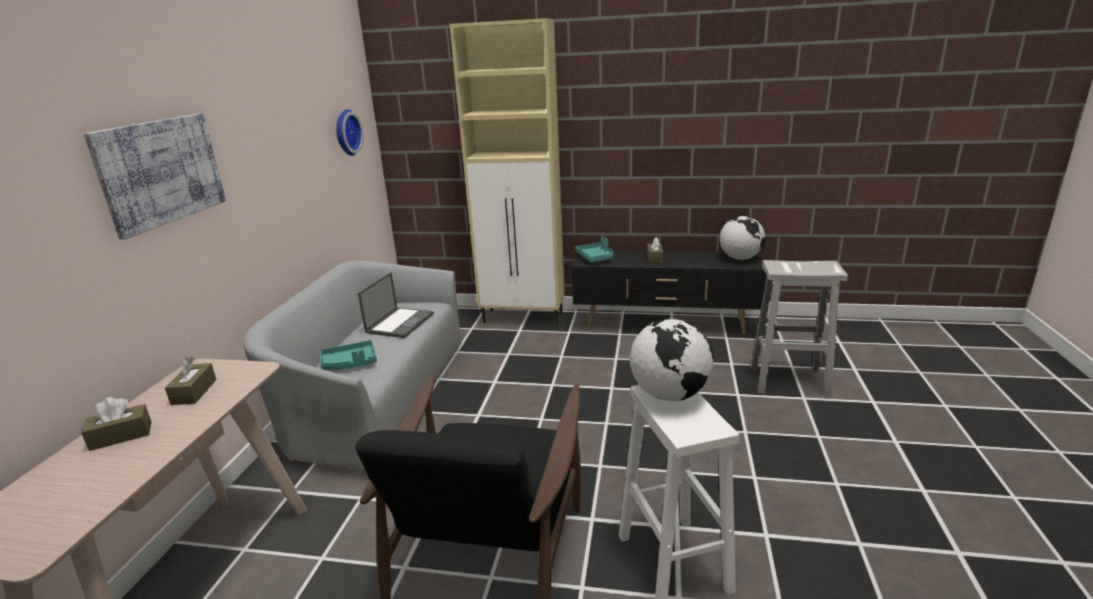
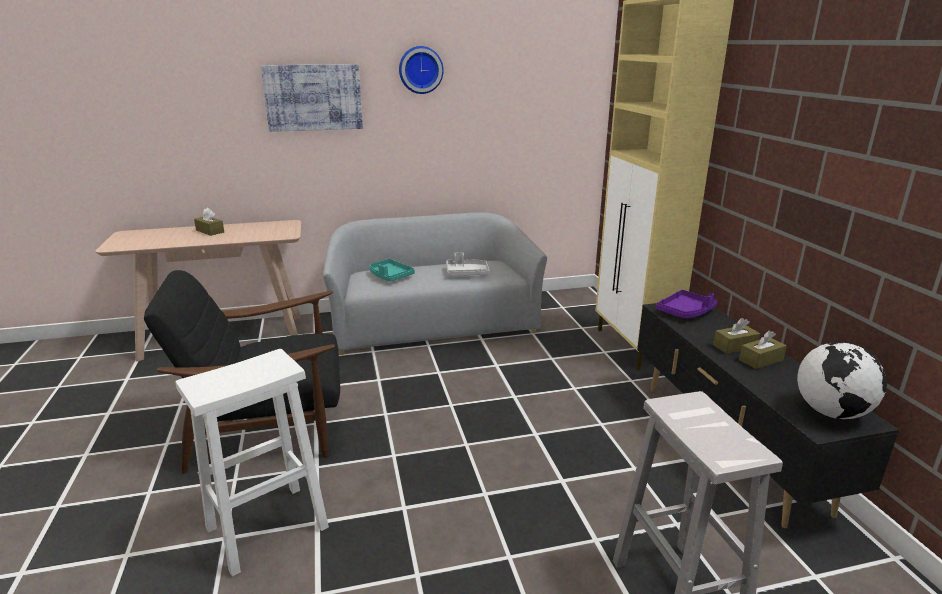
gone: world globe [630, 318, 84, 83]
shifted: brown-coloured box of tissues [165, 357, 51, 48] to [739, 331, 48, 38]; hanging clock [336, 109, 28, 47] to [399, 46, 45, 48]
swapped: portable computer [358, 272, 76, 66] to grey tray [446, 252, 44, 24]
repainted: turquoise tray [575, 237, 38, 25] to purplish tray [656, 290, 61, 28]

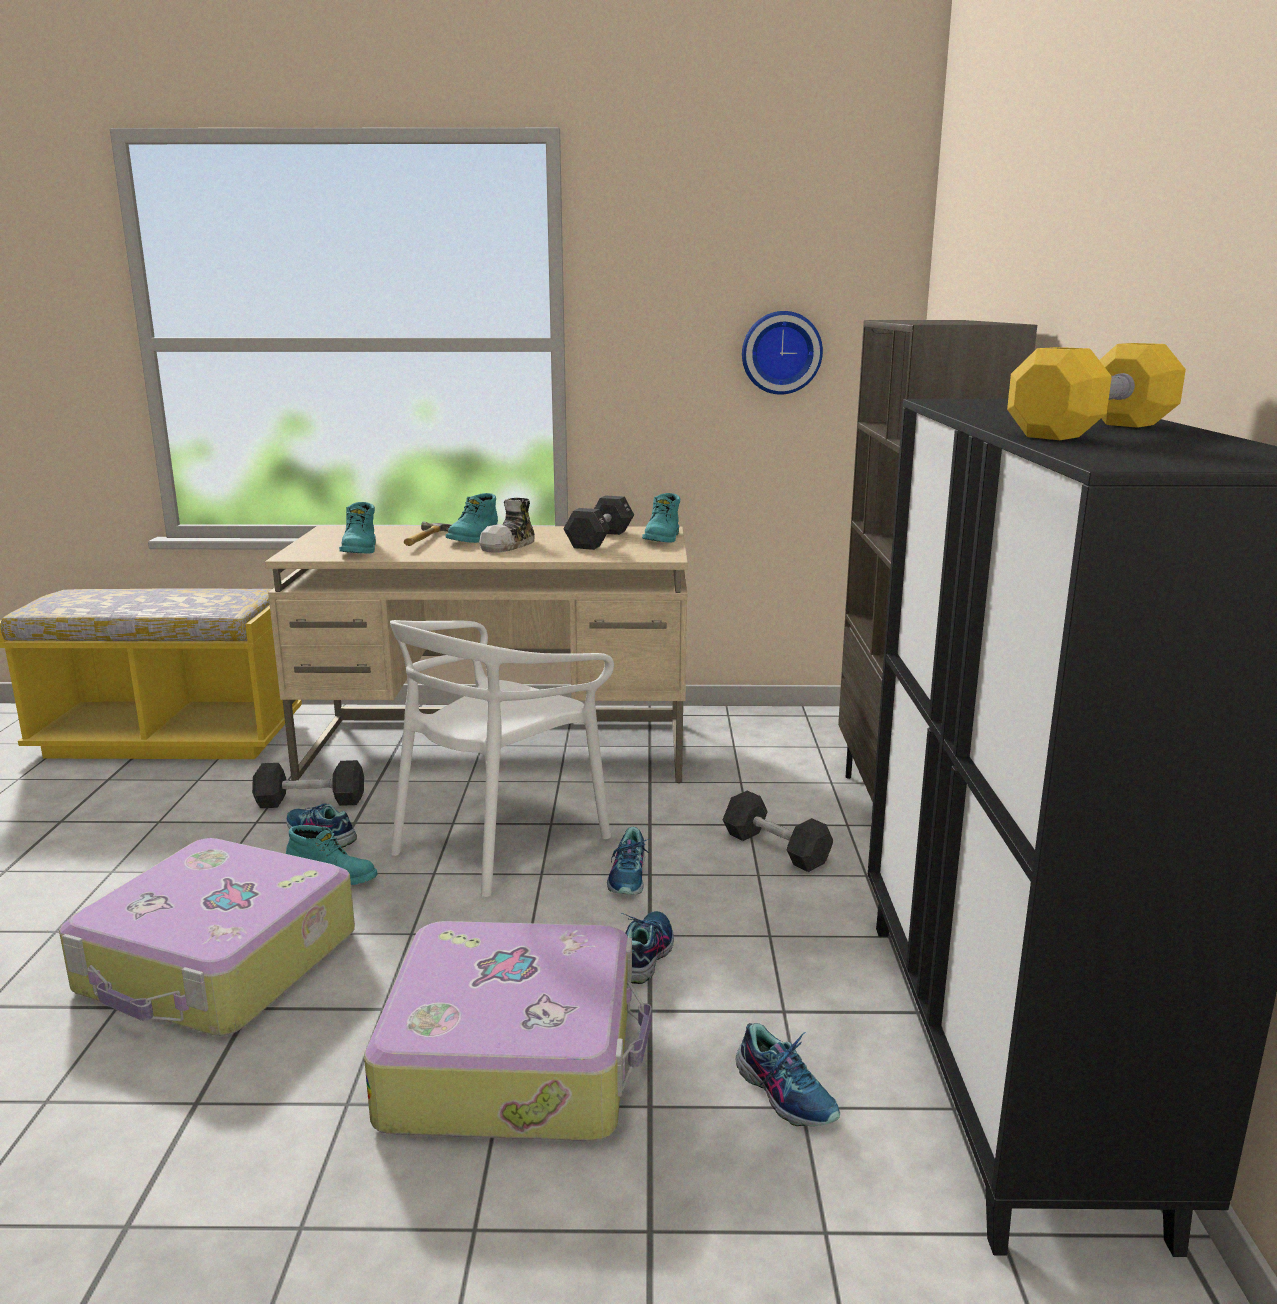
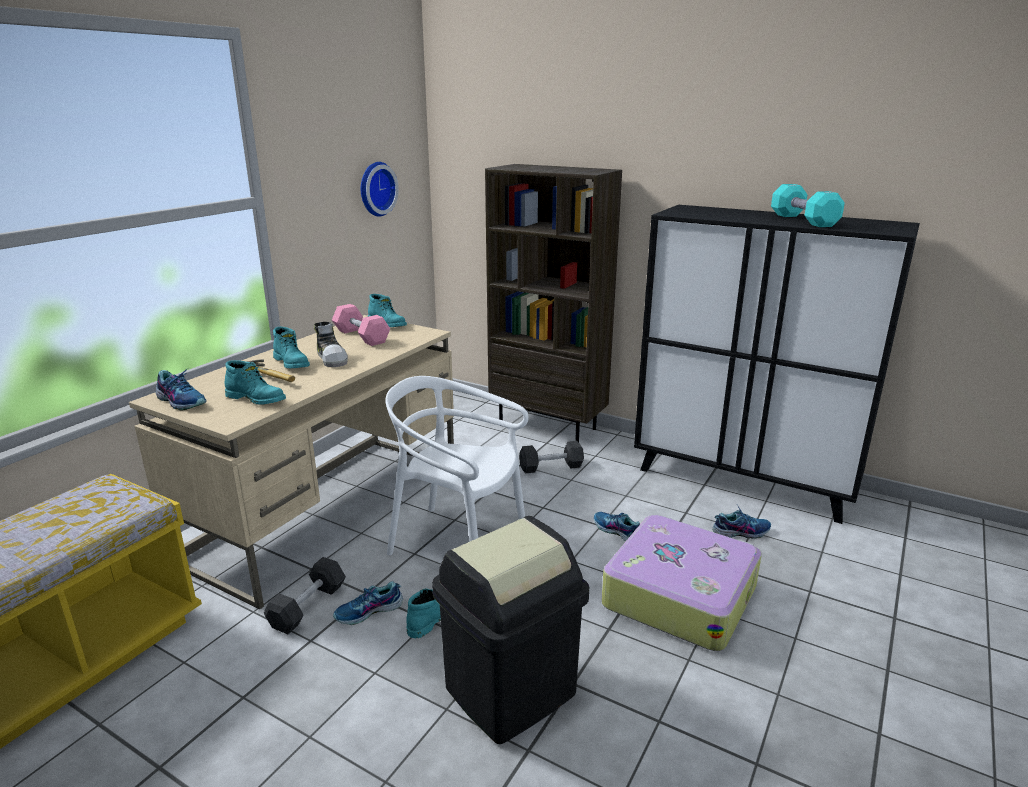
shifted: shoe [607, 827, 44, 68] to [156, 368, 51, 43]
swapped: suitcase [59, 838, 296, 198] to black rubbish bin [432, 516, 157, 228]
repainted: black dumbbell [564, 495, 70, 55] to pink-coloured dumbbell [332, 304, 58, 42]; yellow dumbbell [1007, 343, 179, 97] to turquoise dumbbell [771, 184, 74, 43]
rotated: white plain chair [390, 620, 224, 277] = [385, 376, 144, 179] 135 degrees clockwise

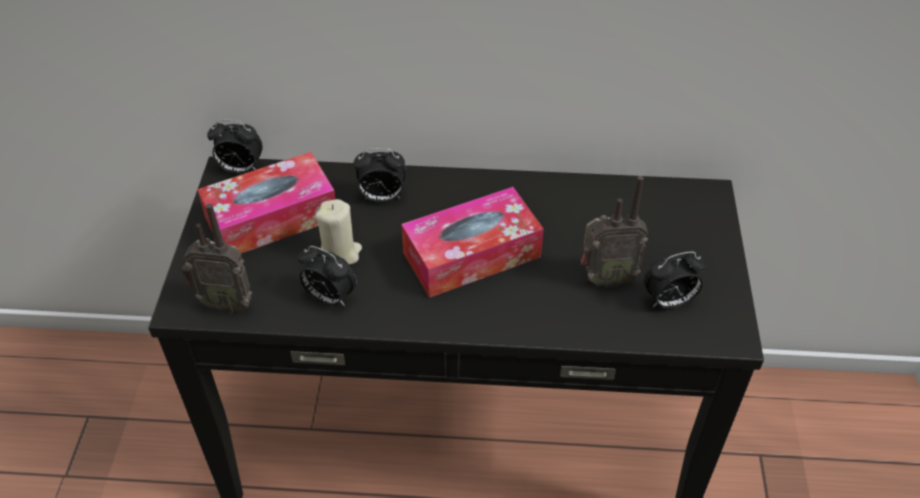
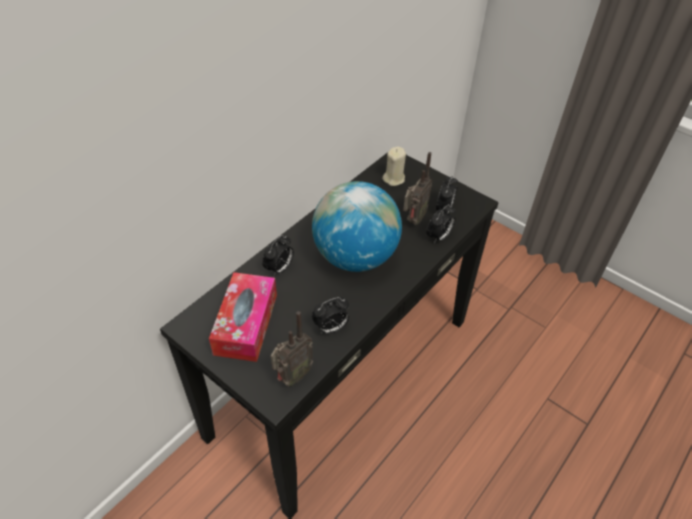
shifted: table clock [207, 120, 56, 53] to [426, 204, 30, 40]; beige-coloured candle [315, 199, 47, 66] to [382, 146, 24, 40]
swapped: box of tissues [401, 187, 143, 111] to world globe [312, 181, 90, 91]

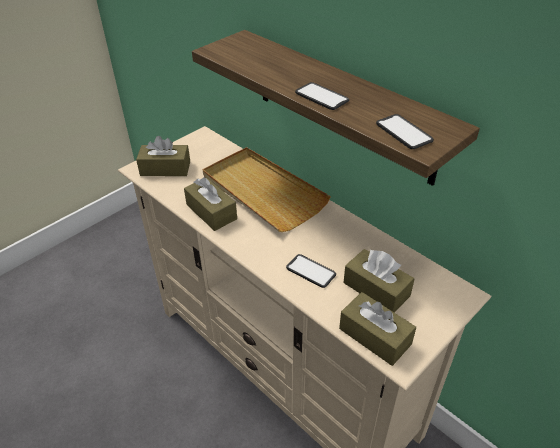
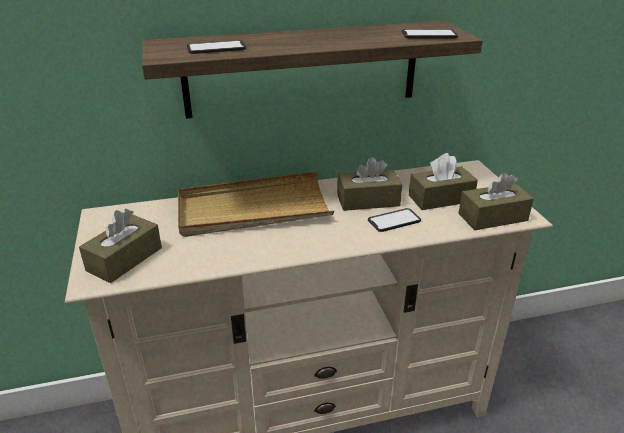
shifted: brown-coloured box of tissues [184, 177, 53, 54] to [337, 157, 65, 54]; telephone [295, 82, 54, 28] to [187, 40, 59, 14]

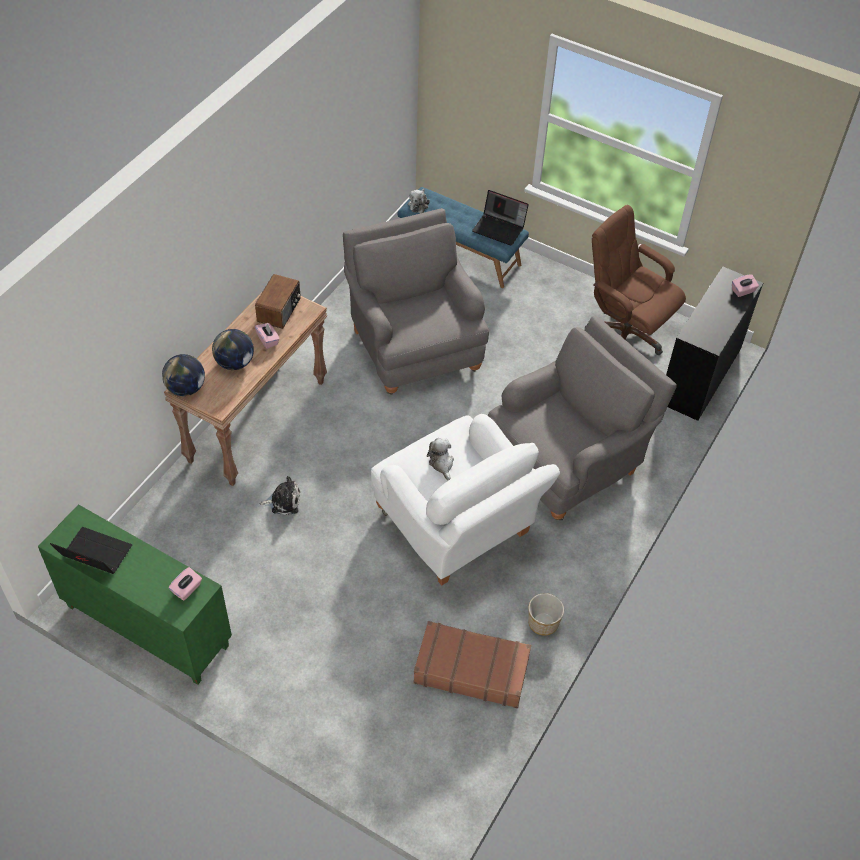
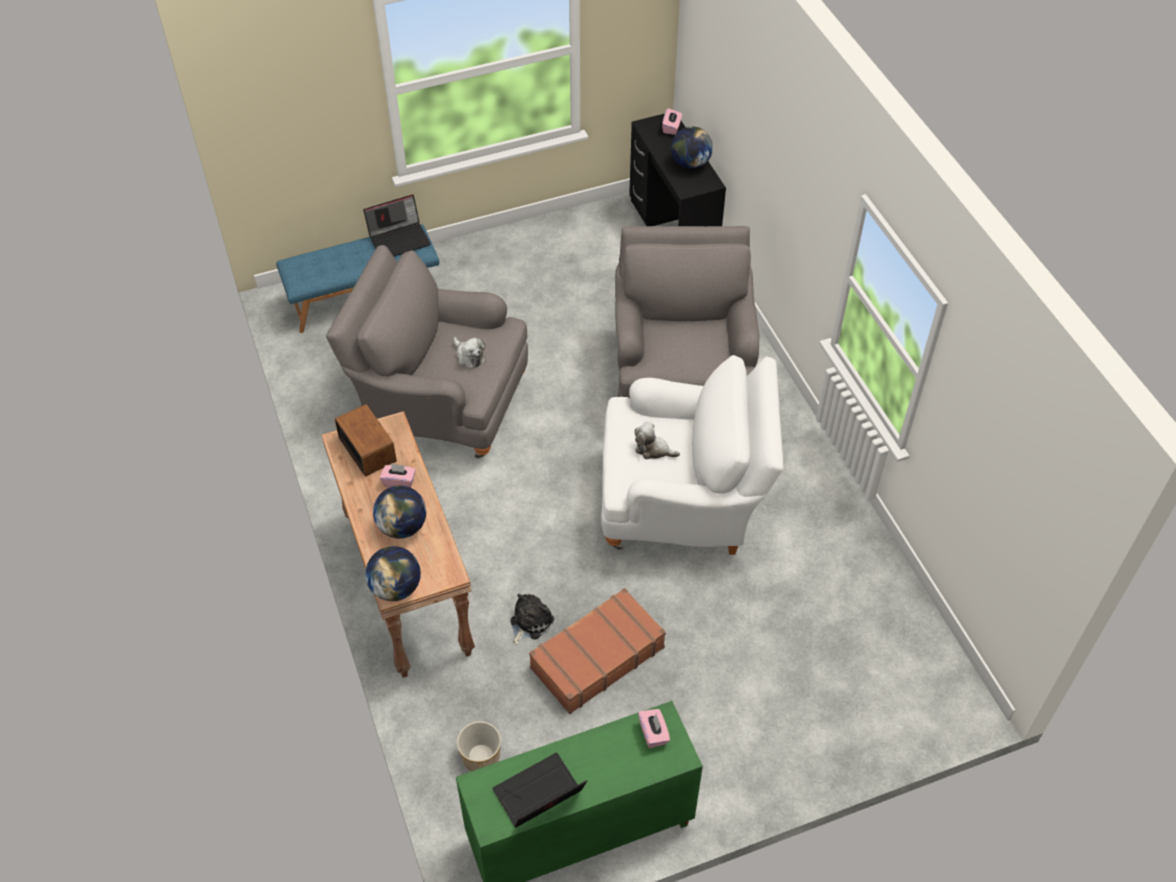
gone: brown-coloured office chair [585, 205, 101, 150]
new: world globe [671, 126, 42, 43]
shifted: soft toy [408, 189, 22, 24] to [454, 337, 31, 31]; brown-coloured suitcase [413, 621, 118, 87] to [529, 588, 137, 126]; plant pot [528, 593, 36, 43] to [457, 721, 44, 50]

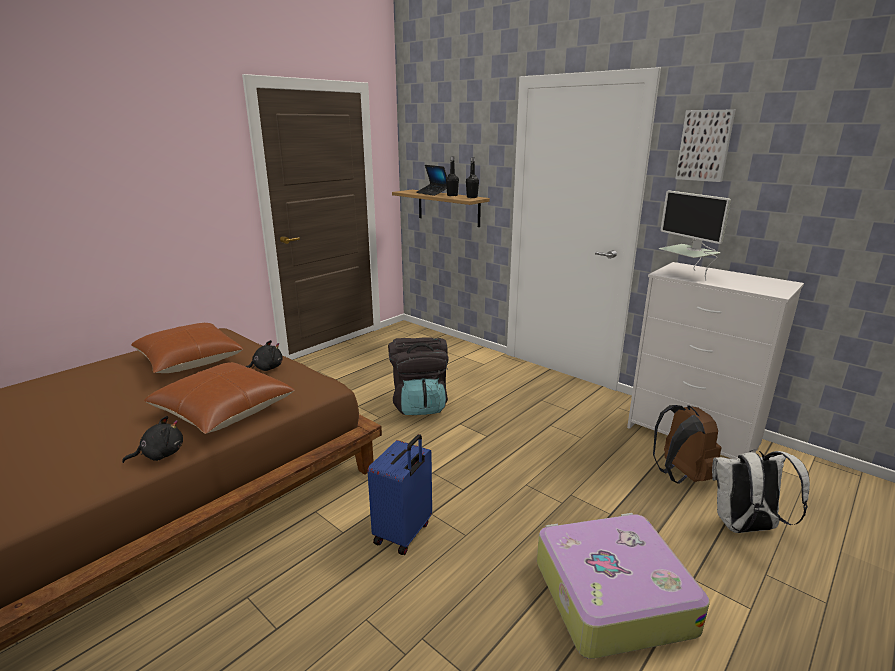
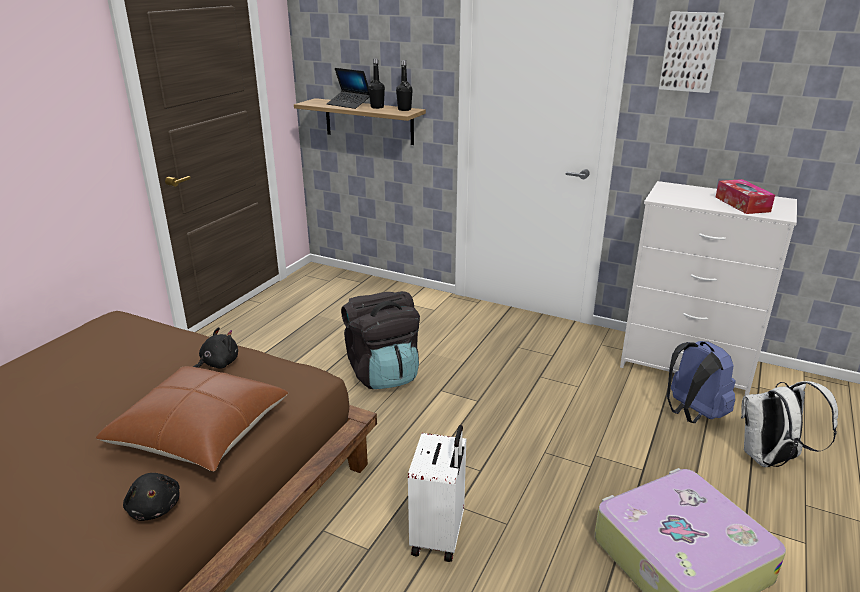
gone: brown-coloured pillow [131, 323, 112, 50]; computer display [659, 190, 72, 91]
new: box of tissues [715, 179, 60, 35]
repainted: blue suitcase [367, 434, 65, 121] to white suitcase [408, 425, 58, 137]; brown-coloured knapsack [653, 405, 68, 79] to blue knapsack [667, 341, 69, 82]
rotated: black soft toy [122, 416, 61, 47] = [123, 473, 56, 48] 105 degrees clockwise

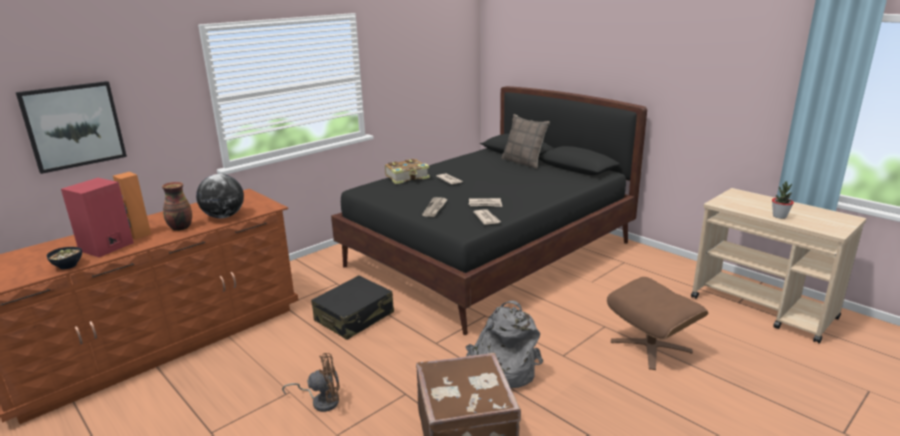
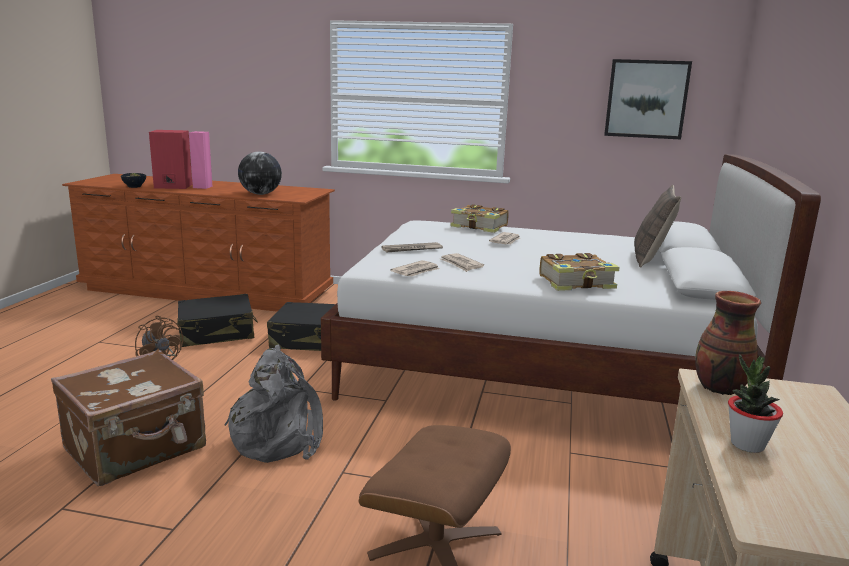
new: black suitcase [177, 294, 81, 53]; book [539, 253, 81, 38]
shifted: wall picture [16, 81, 111, 93] to [604, 59, 88, 80]; flower vase [162, 182, 30, 49] to [695, 291, 66, 104]
repainted: orangey speaker [113, 172, 38, 67] to pink-coloured speaker [189, 131, 23, 58]; black sleeping bed [331, 86, 316, 249] to white sleeping bed [321, 154, 500, 250]

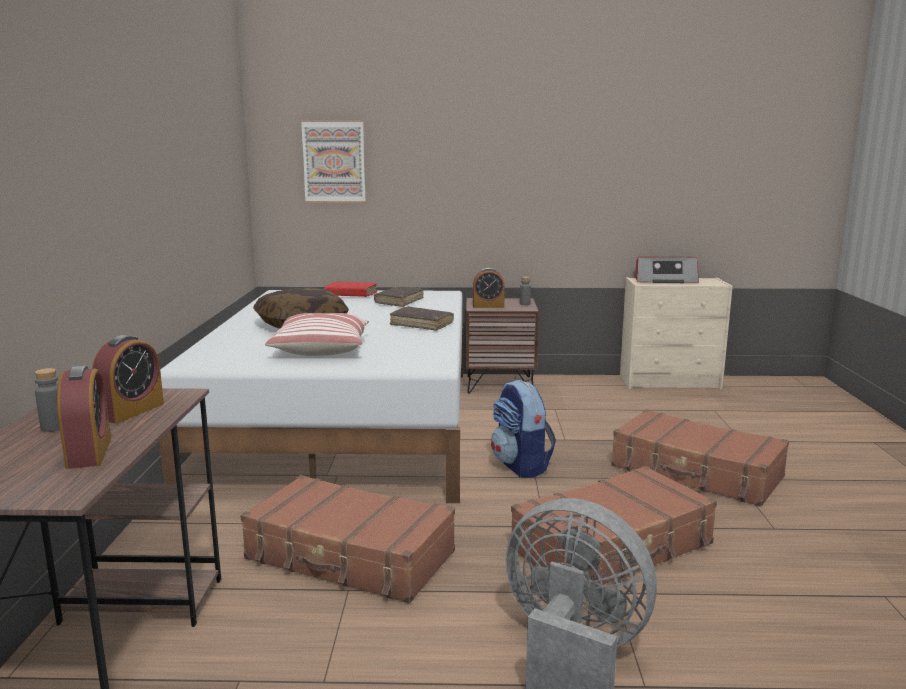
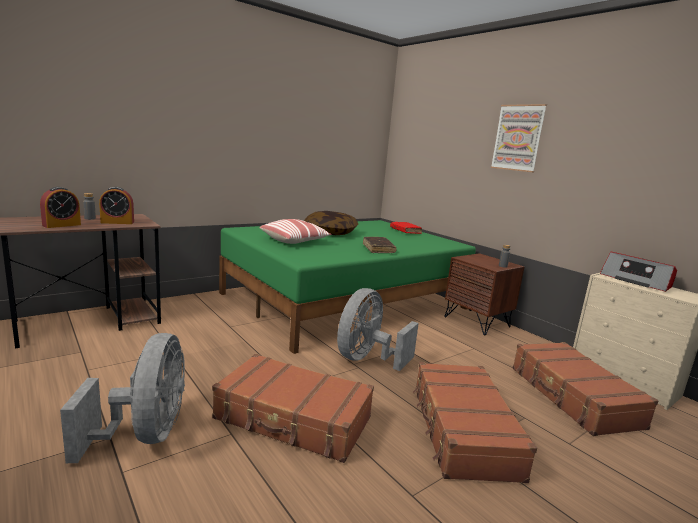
gone: brown-coloured book [374, 286, 50, 21]; table clock [473, 268, 32, 40]
shifted: brown-coloured suitcase [241, 475, 214, 128] to [512, 342, 146, 94]; wall picture [301, 120, 65, 83] to [491, 104, 56, 68]
swapped: knapsack [491, 380, 65, 98] to grey electric fan [337, 288, 82, 83]
repainted: white sleeping bed [159, 290, 304, 213] to greenish sleeping bed [219, 220, 257, 134]

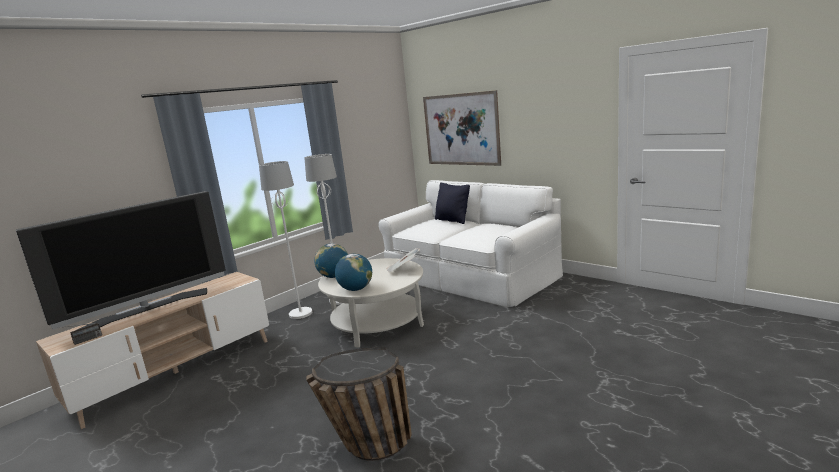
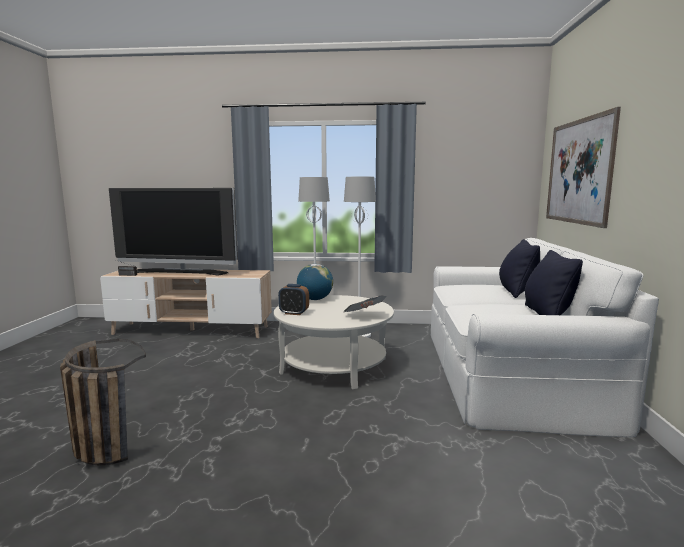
new: black pillow [525, 250, 58, 65]
swapped: world globe [335, 254, 37, 37] to table clock [278, 284, 31, 31]

